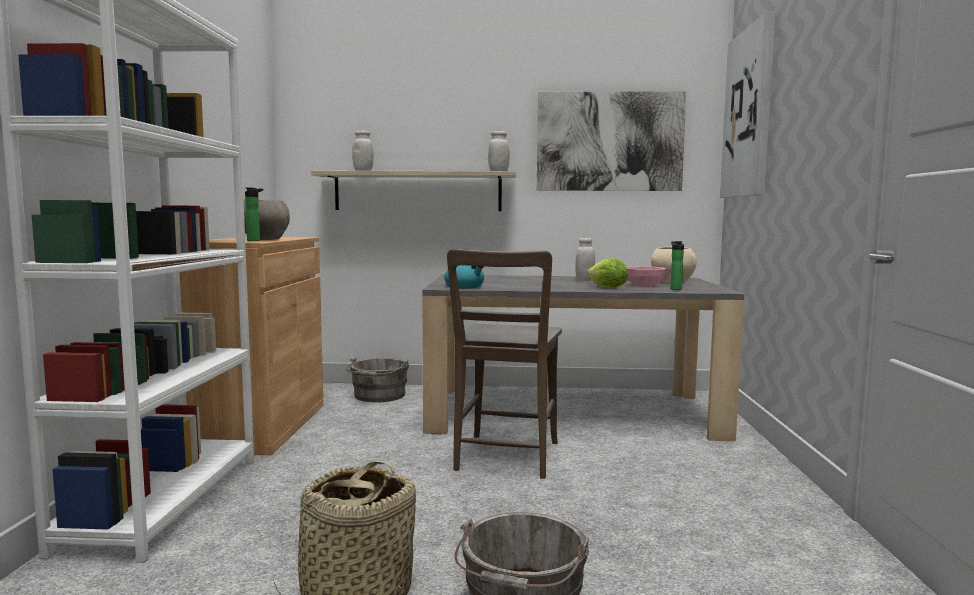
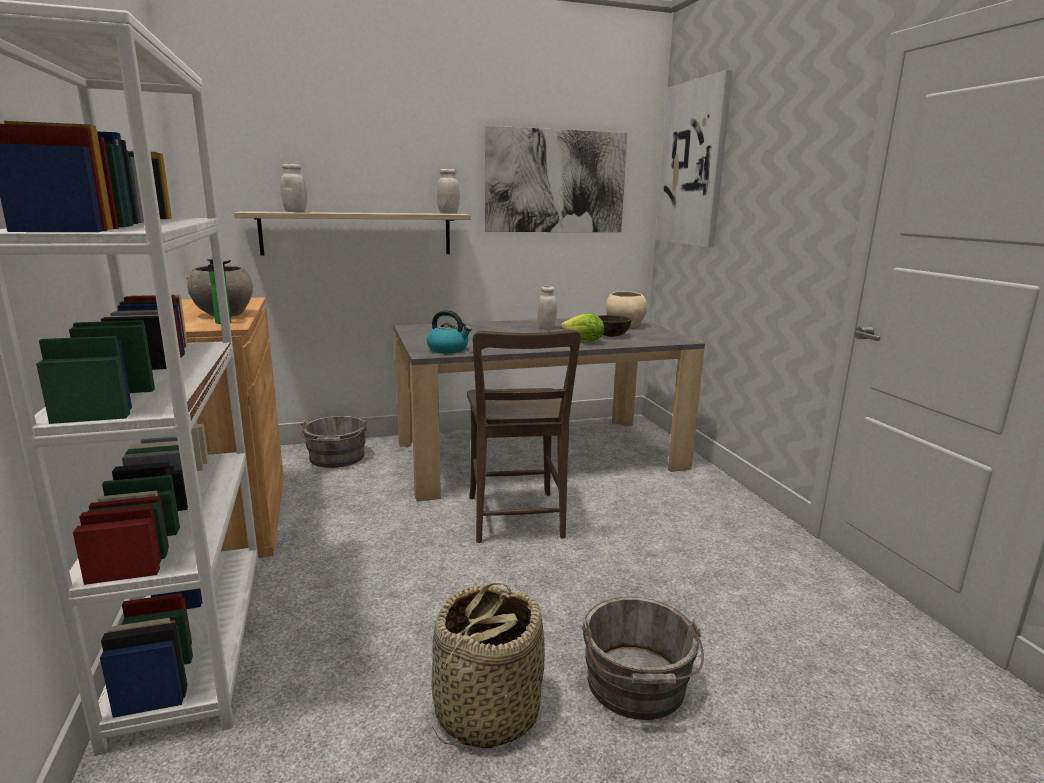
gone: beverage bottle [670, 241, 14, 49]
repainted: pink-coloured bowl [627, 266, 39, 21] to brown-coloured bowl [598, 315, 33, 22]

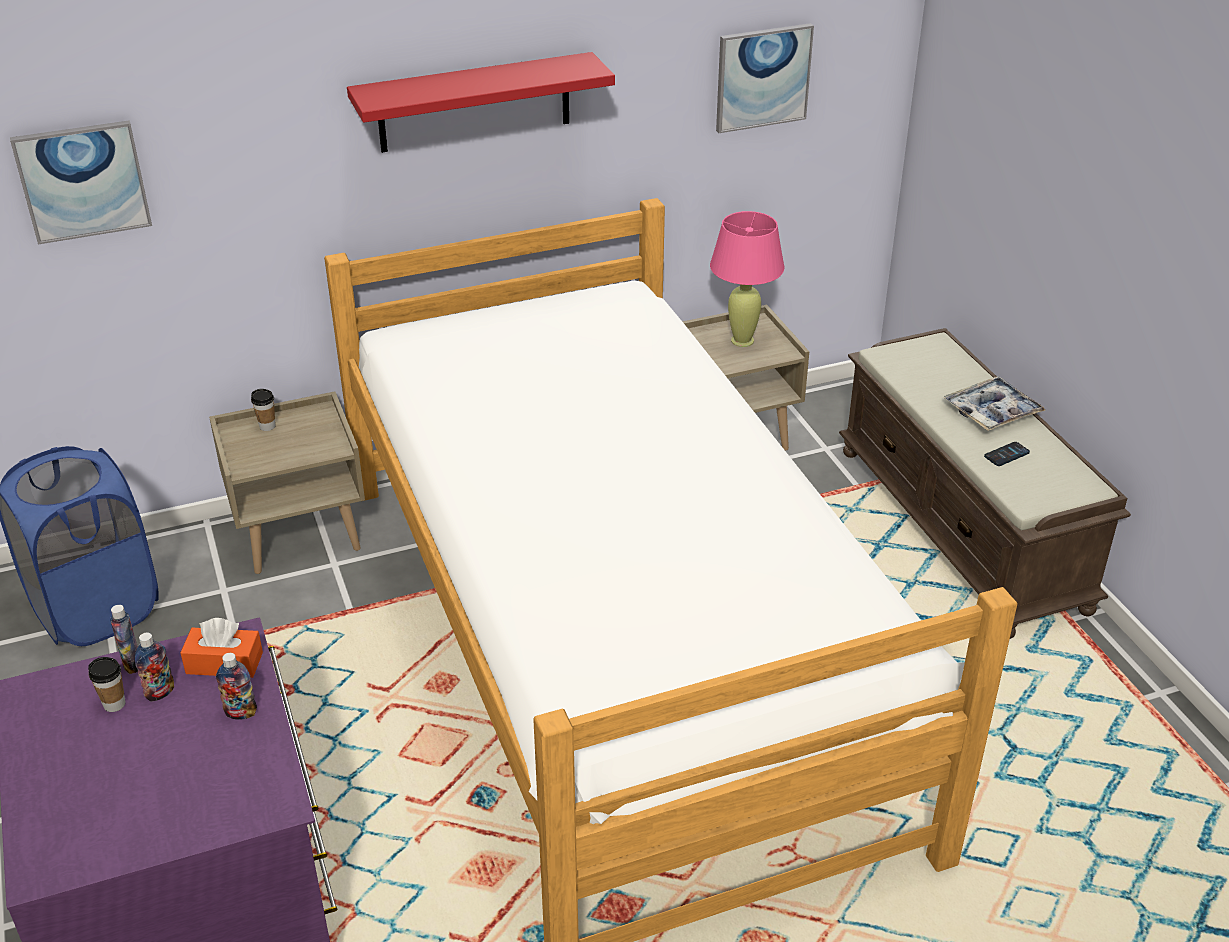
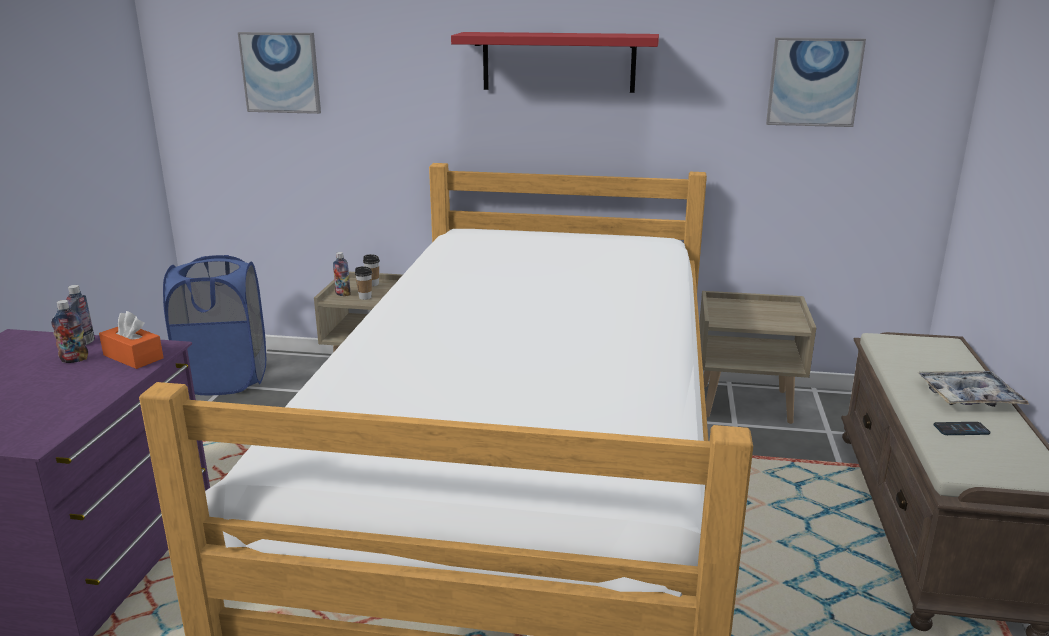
gone: pink-coloured tabletop lamp [710, 211, 74, 136]
shifted: cup [88, 657, 38, 55] to [355, 266, 17, 34]; beverage bottle [216, 653, 41, 67] to [333, 252, 18, 44]

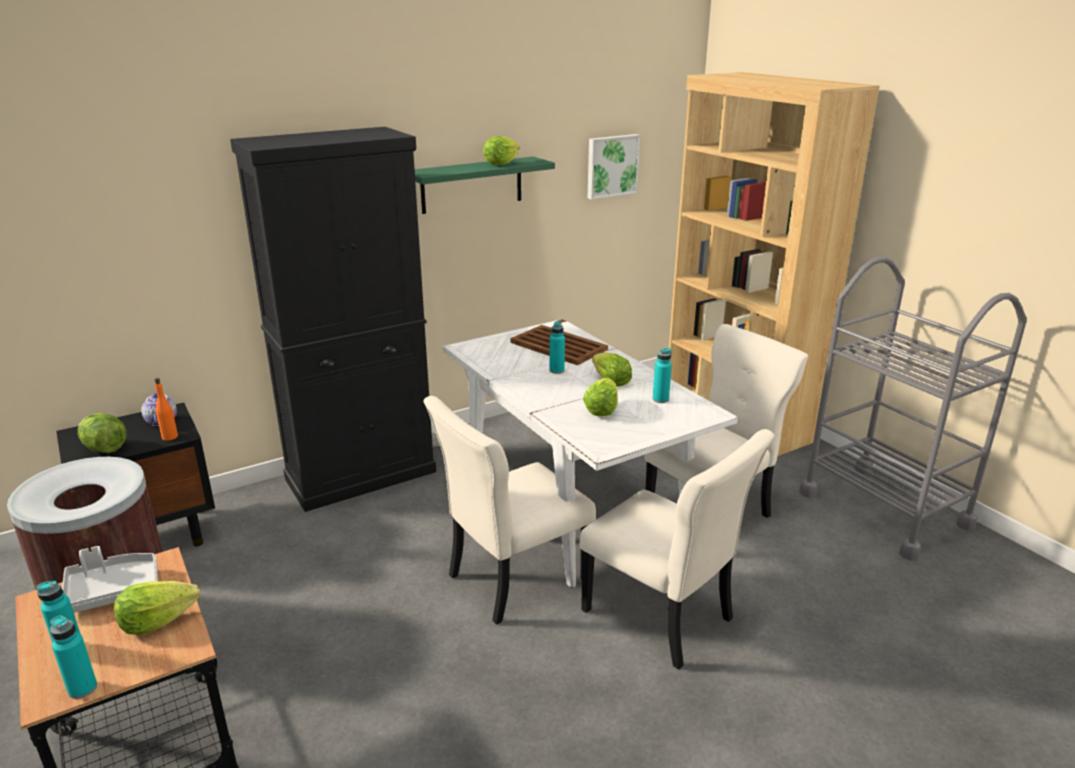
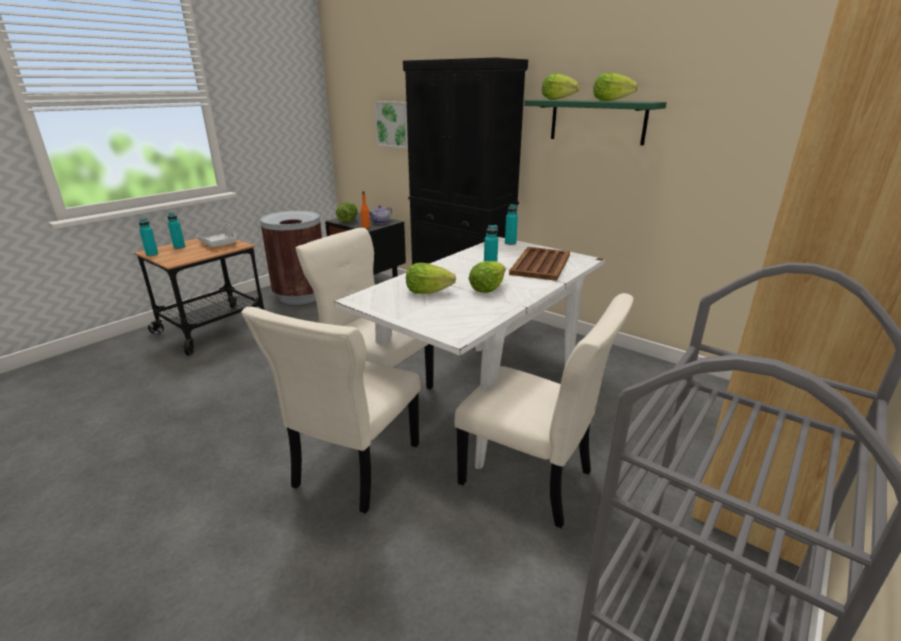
shifted: head of lettuce [114, 581, 86, 54] to [542, 73, 38, 27]; wall picture [588, 134, 53, 66] to [374, 101, 34, 48]; turquoise beverage bottle [653, 348, 19, 55] to [505, 204, 13, 41]

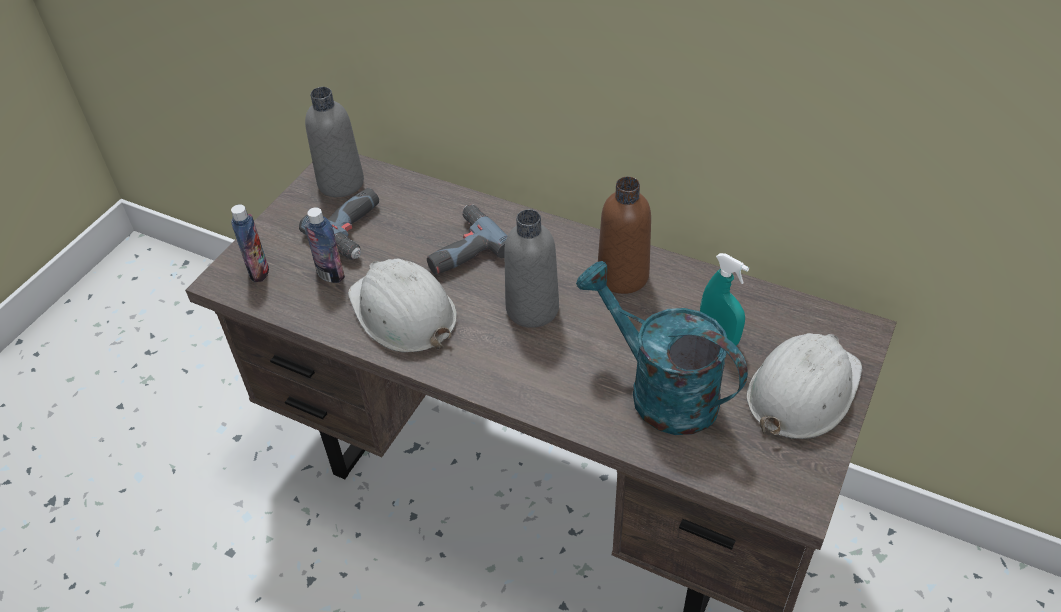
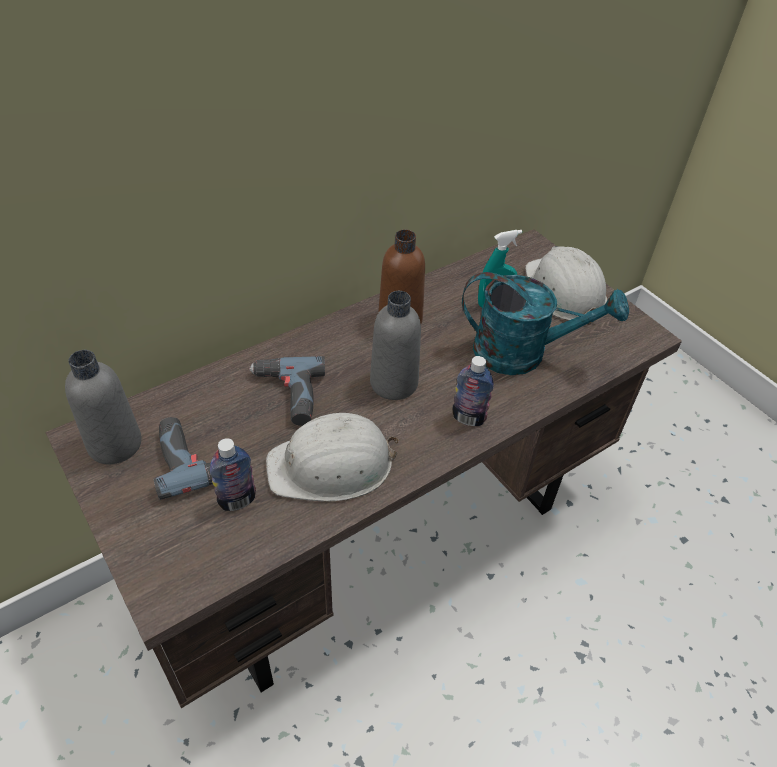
shifted: beverage bottle [231, 204, 38, 78] to [452, 356, 42, 70]
rotated: turquoise sprinkling can [576, 261, 172, 174] = [462, 272, 167, 103] 150 degrees counterclockwise

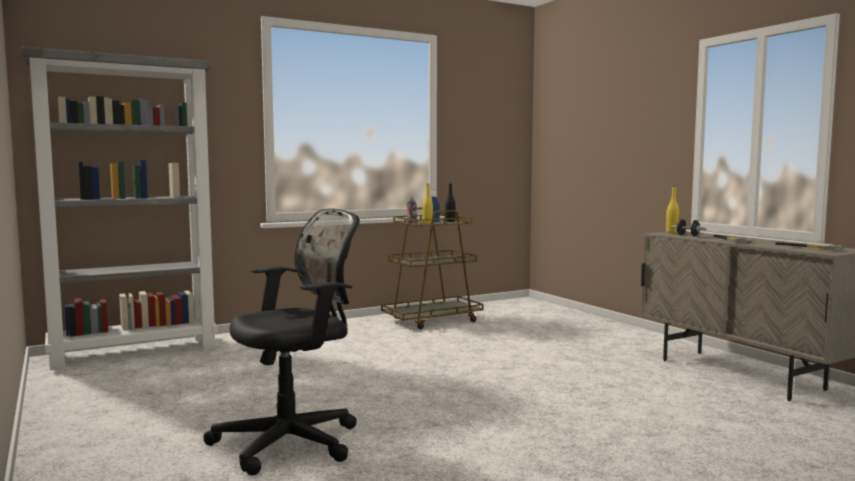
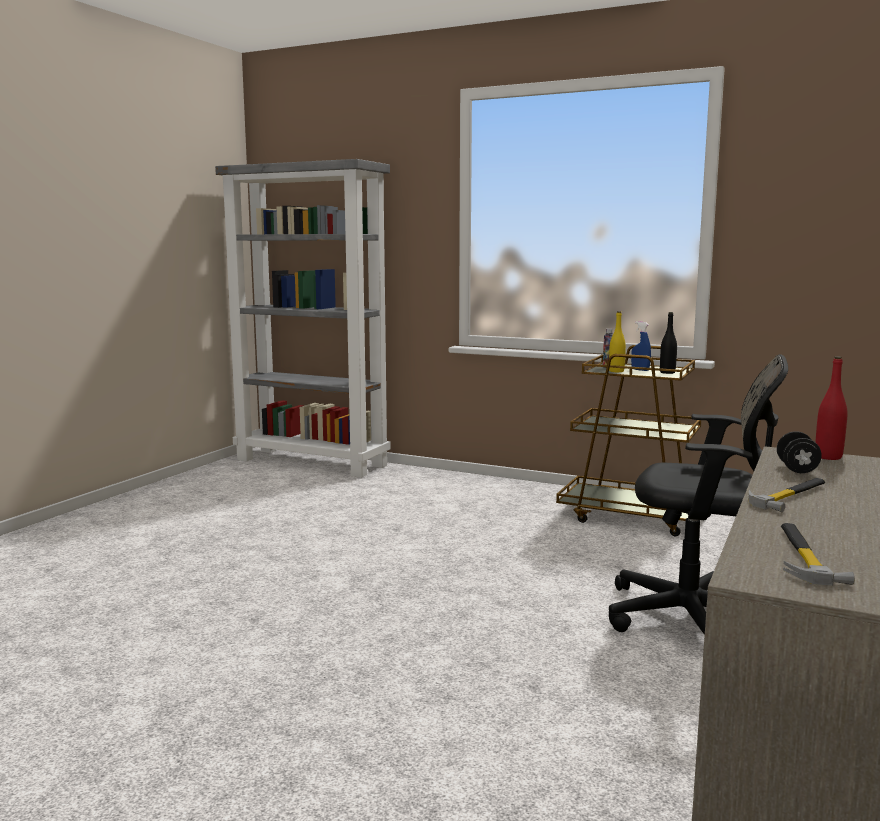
shifted: black office chair [203, 208, 157, 267] to [609, 354, 179, 282]
repainted: yellow beverage bottle [666, 186, 14, 47] to red-coloured beverage bottle [815, 356, 32, 104]

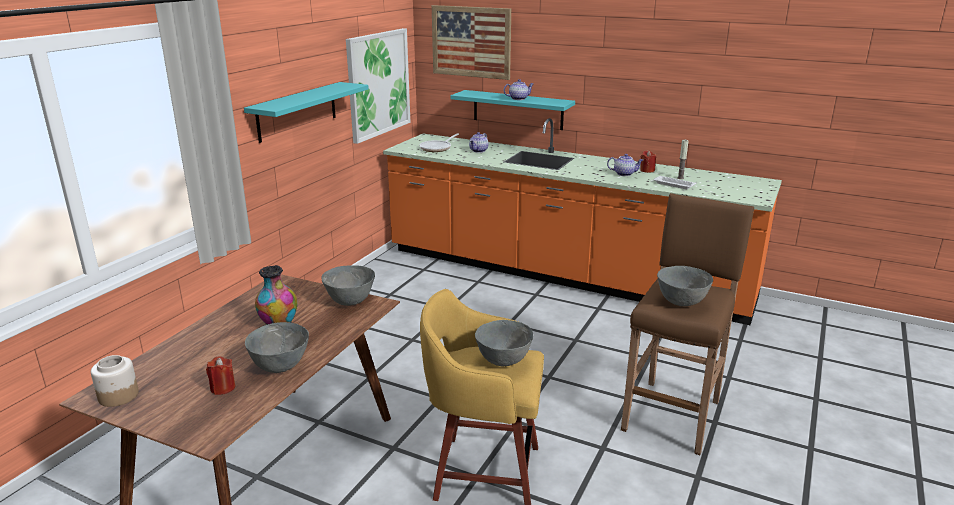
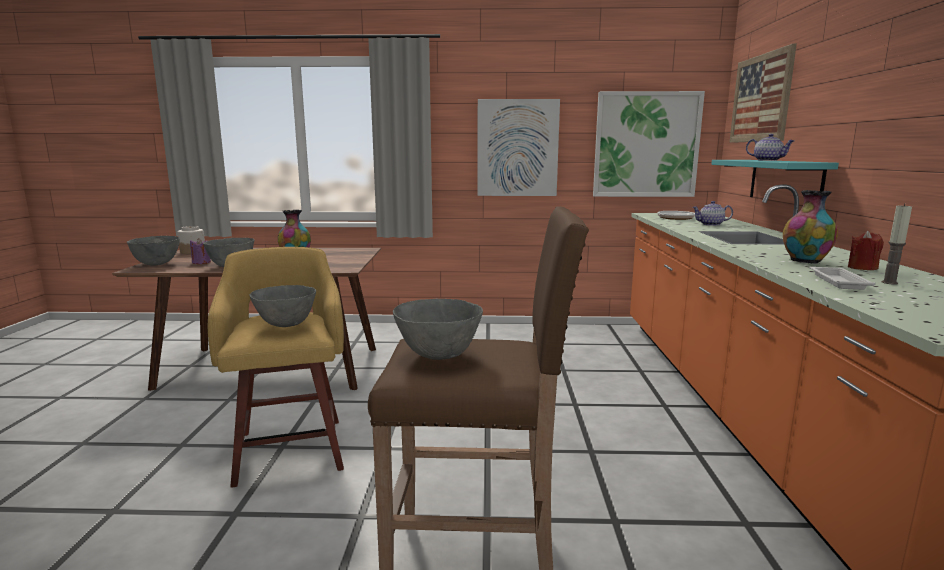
shifted: grey bowl [321, 265, 54, 41] to [127, 236, 53, 30]
swapped: turquoise shelf [244, 82, 125, 61] to wall picture [477, 99, 83, 97]; tea pot [607, 154, 36, 22] to flower vase [783, 190, 55, 74]
repainted: red-coloured candle [206, 357, 29, 38] to purplish candle [190, 238, 21, 26]

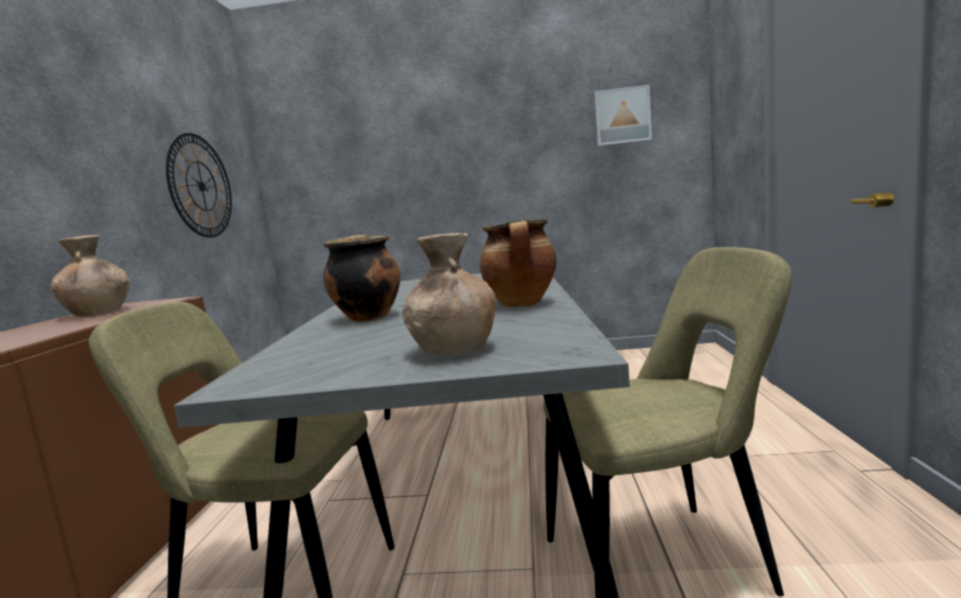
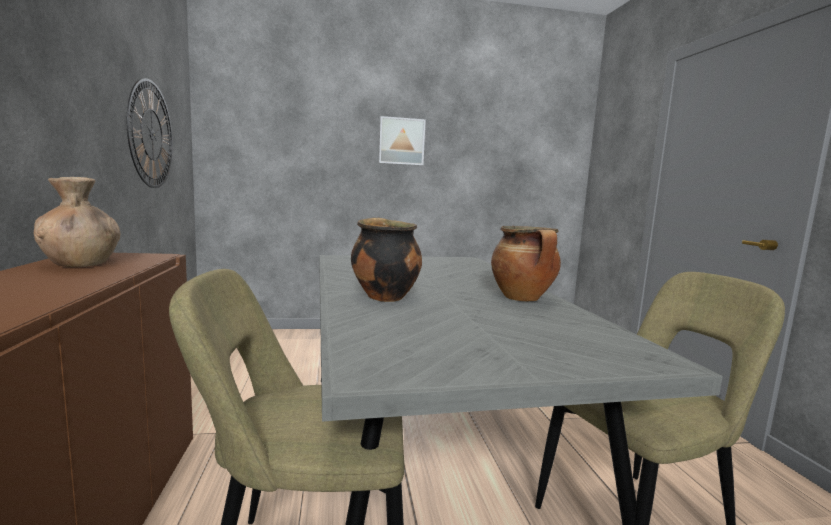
gone: brown-coloured flower vase [402, 233, 94, 123]
shifted: wall picture [595, 85, 57, 61] to [379, 116, 47, 50]

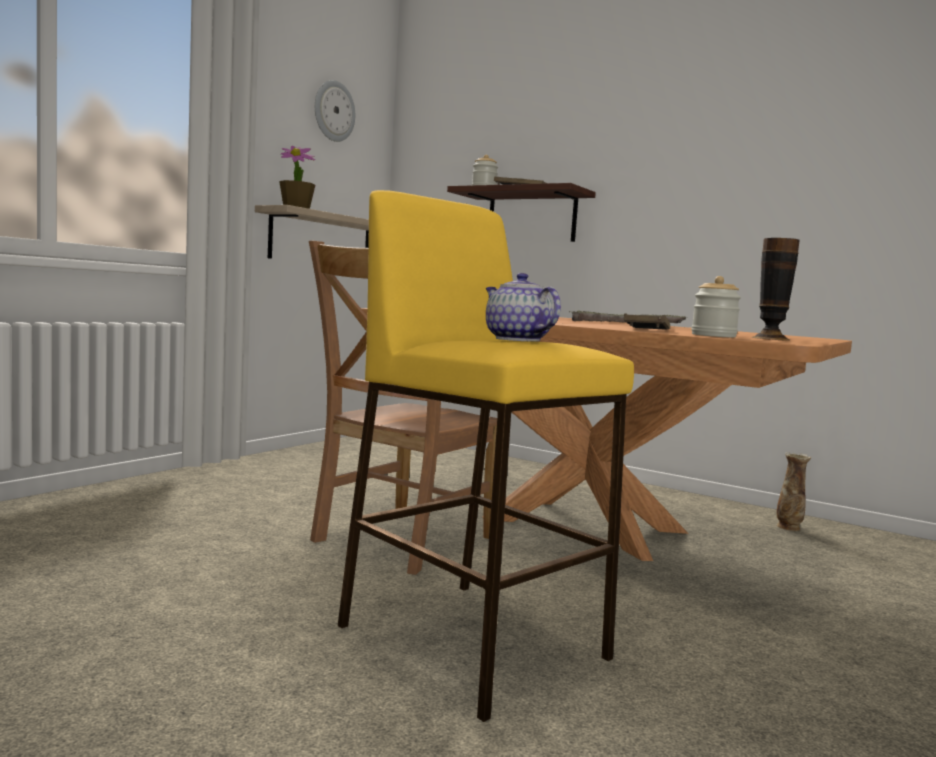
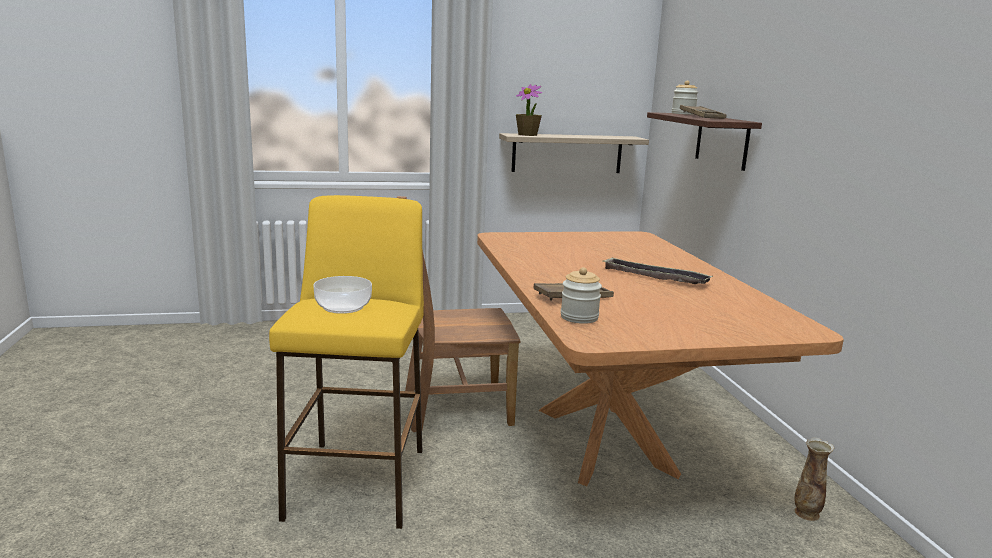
gone: hanging clock [315, 80, 40, 62]; flower vase [751, 238, 49, 103]
swapped: tea pot [485, 273, 76, 69] to bowl [313, 276, 59, 38]

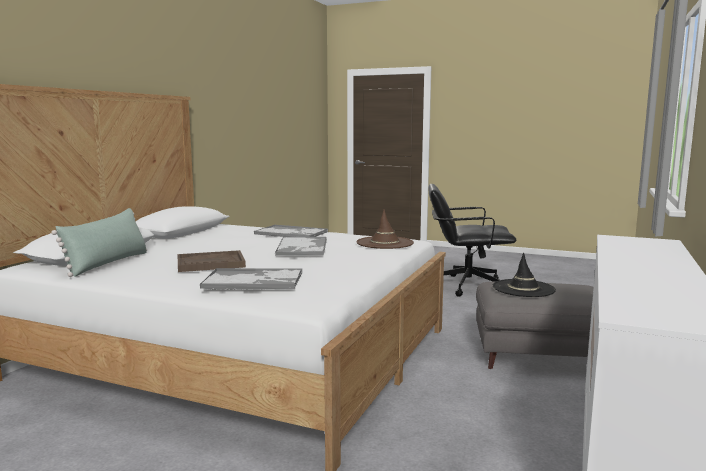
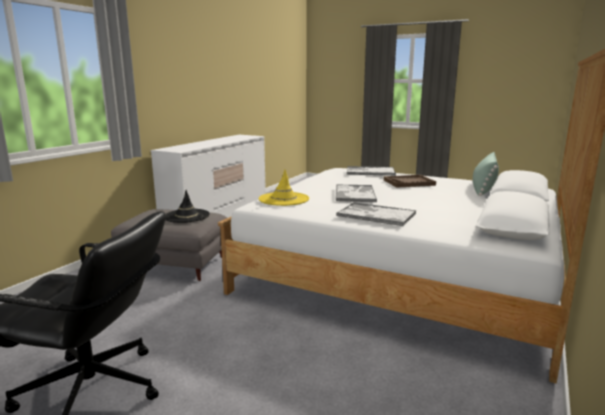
repainted: brown-coloured clothing hat [357, 209, 57, 40] to yellow clothing hat [259, 169, 50, 37]

